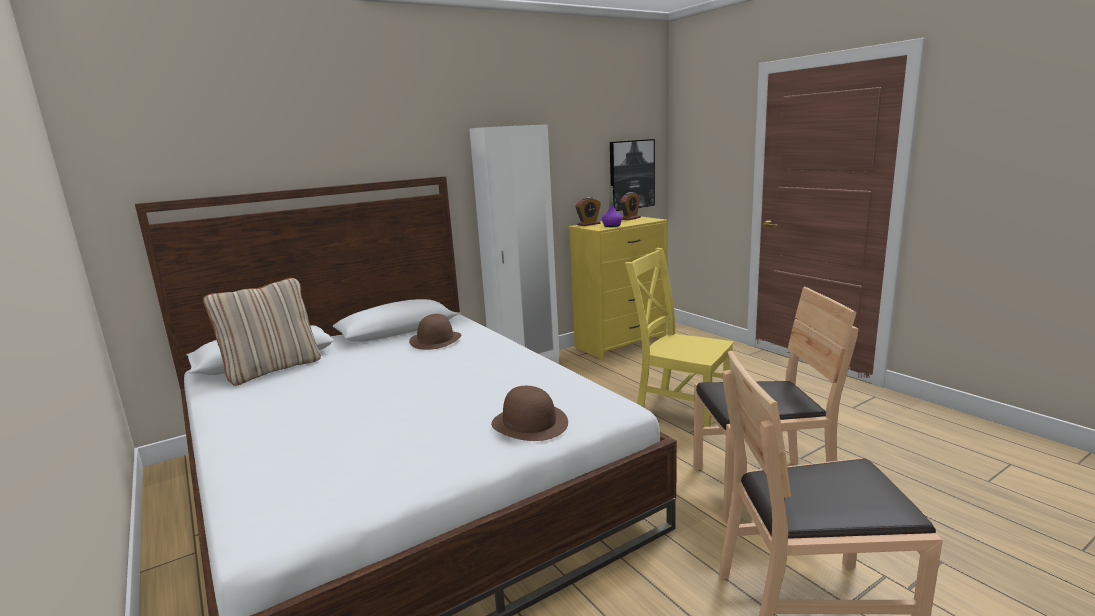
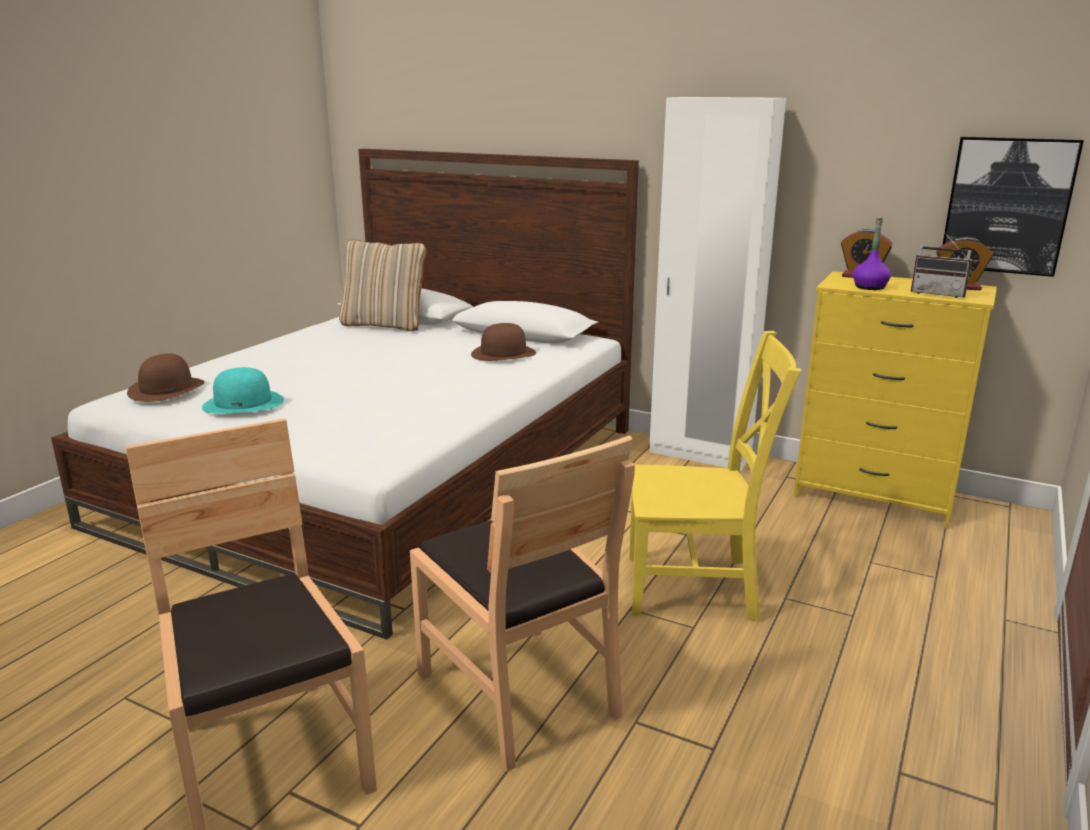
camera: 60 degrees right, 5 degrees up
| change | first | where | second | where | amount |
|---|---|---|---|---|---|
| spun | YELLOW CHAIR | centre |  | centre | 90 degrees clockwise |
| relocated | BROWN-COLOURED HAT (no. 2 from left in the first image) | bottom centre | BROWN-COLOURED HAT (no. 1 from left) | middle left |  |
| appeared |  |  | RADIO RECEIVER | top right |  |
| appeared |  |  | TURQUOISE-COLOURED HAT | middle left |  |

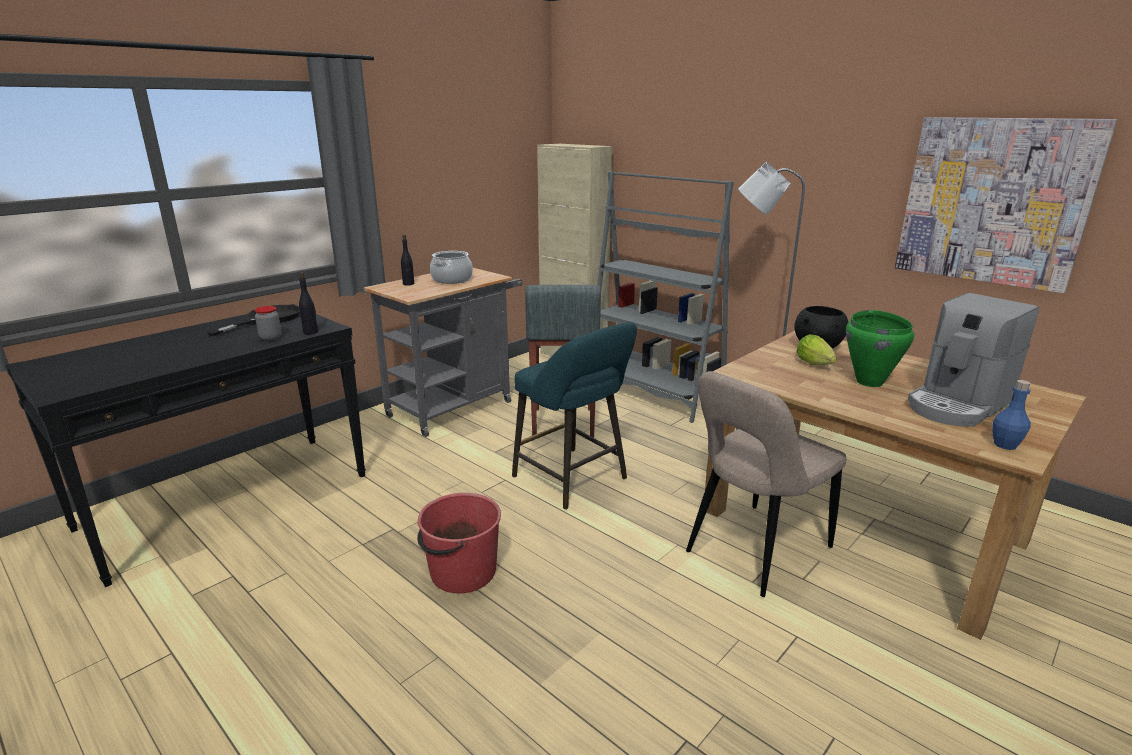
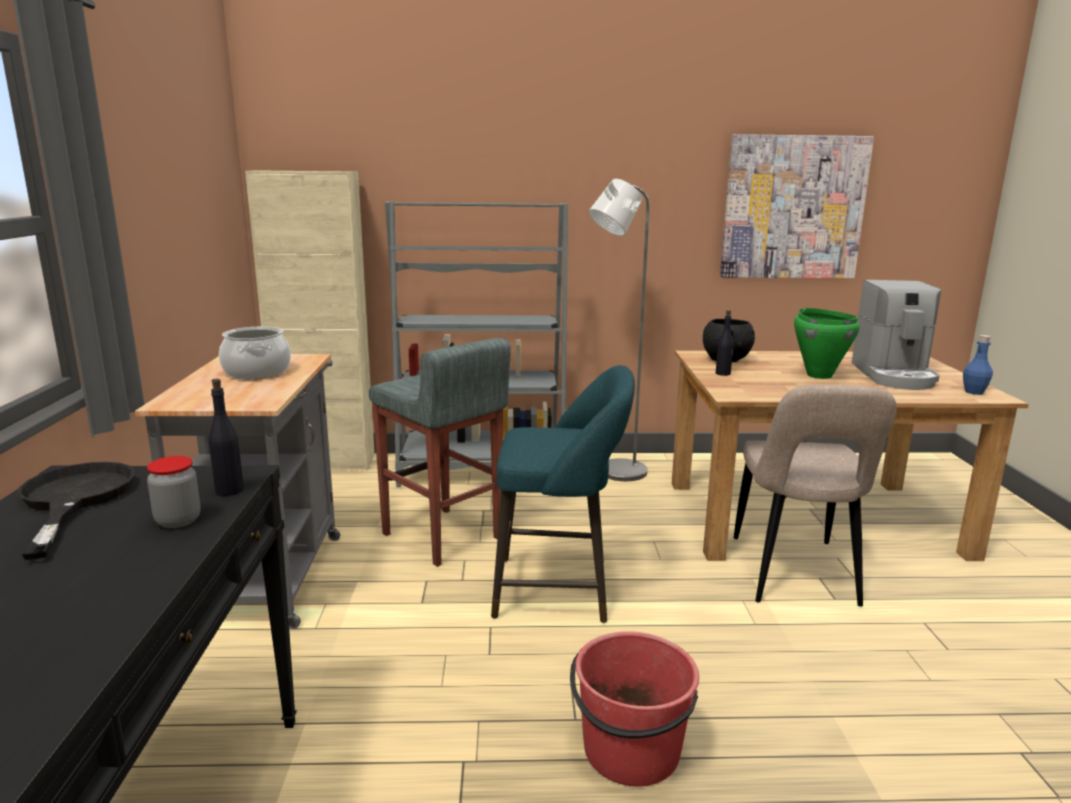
camera: 45 degrees left, 5 degrees down
| change | first | where | second | where | amount |
|---|---|---|---|---|---|
| relocated | BLACK-COLOURED BEVERAGE BOTTLE (no. 2 from left) | centre |  | middle right |  |
| missing | LETTUCE HEAD | middle right |  |  |  |

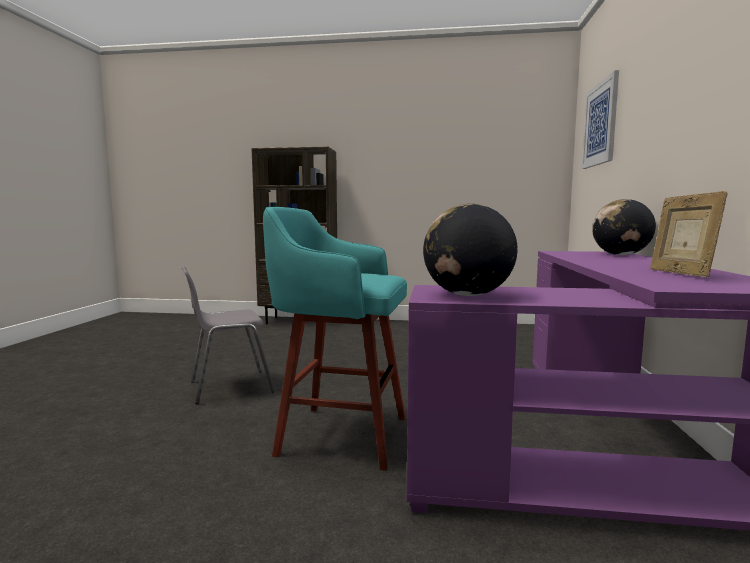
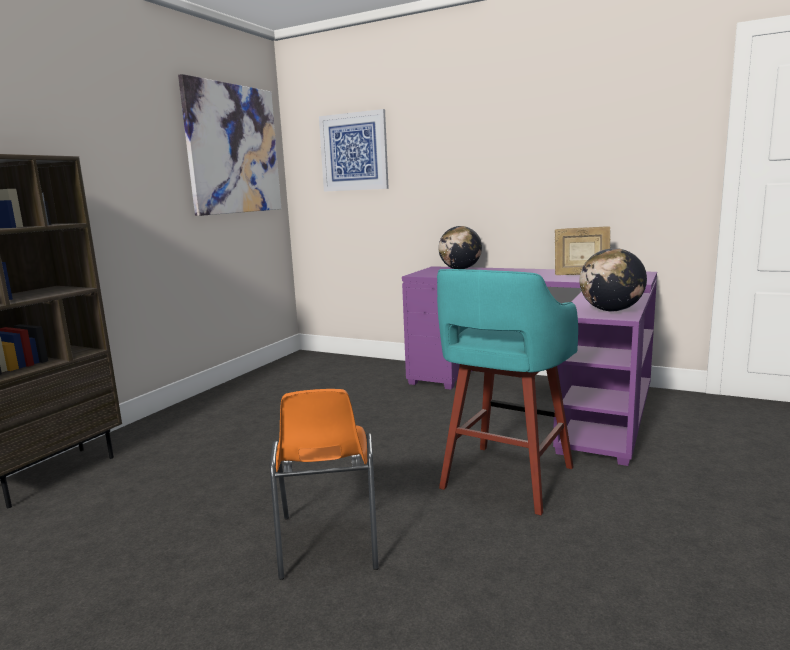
camera: 70 degrees left, 5 degrees up
| change | first | where | second | where | amount |
|---|---|---|---|---|---|
| colour | GRAY CHAIR | middle left | ORANGE CHAIR | bottom centre |  |
| appeared |  |  | PICTURE (no. 1 from left) | top left |  |

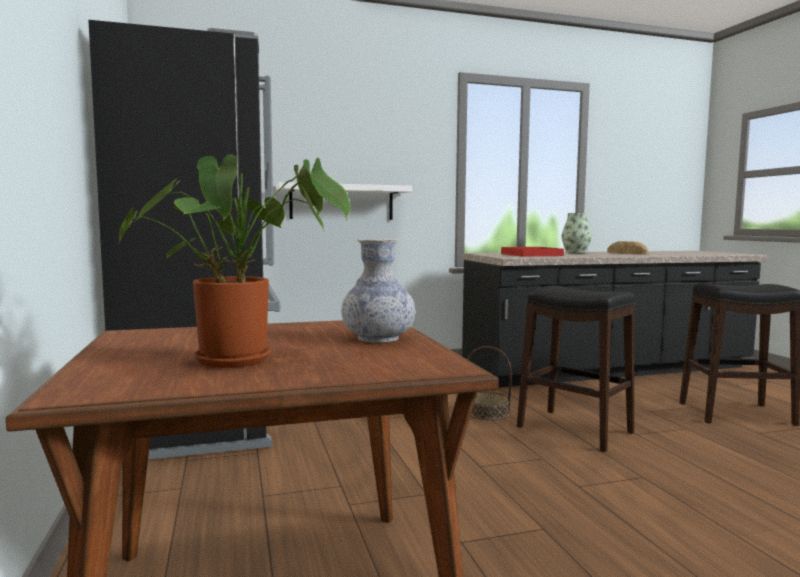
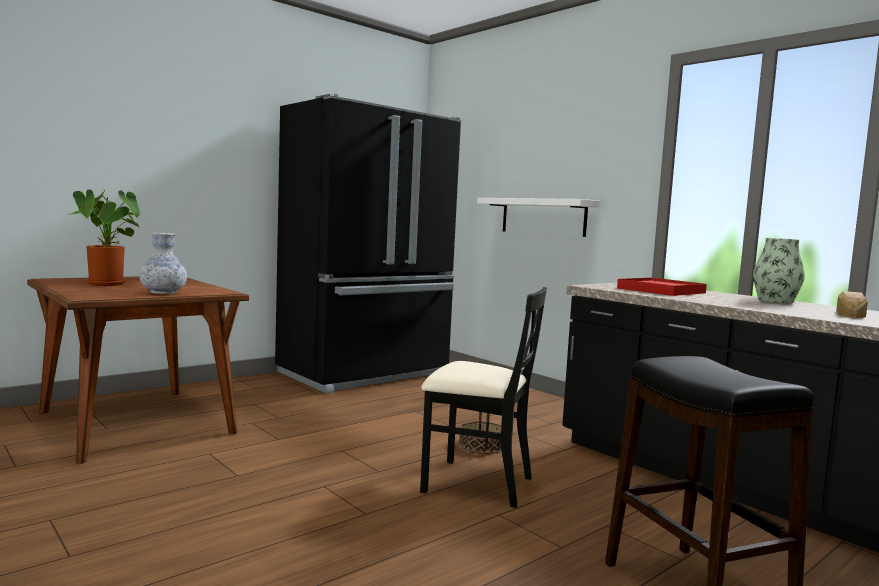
camera: 65 degrees right, 0 degrees up
| change | first | where | second | where | amount |
|---|---|---|---|---|---|
| exchanged | BLACK-COLOURED STOOL (no. 1 from left) | middle right | BLACK-COLOURED CHAIR | bottom centre |  |

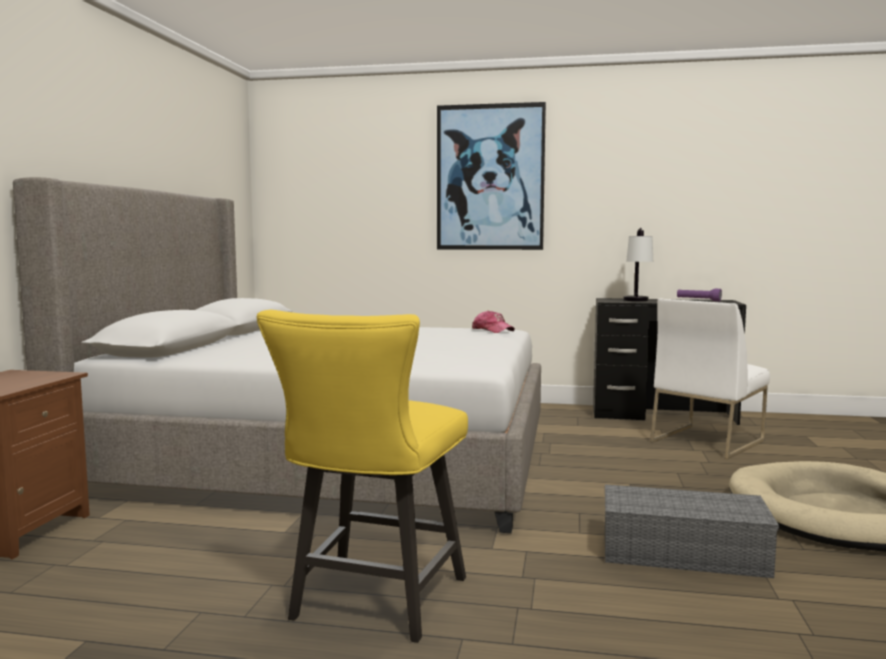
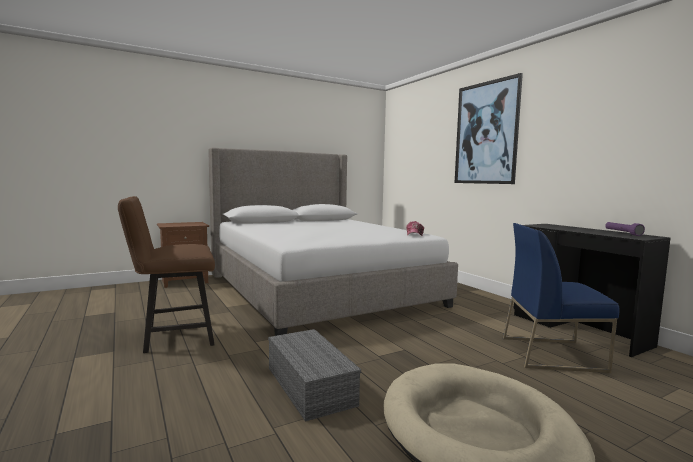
camera: 50 degrees right, 0 degrees up
| change | first | where | second | where | amount |
|---|---|---|---|---|---|
| missing | TABLE LAMP | middle right |  |  |  |
| colour | WHITE CHAIR | middle right | BLUISH CHAIR | middle right |  |
| colour | YELLOW CHAIR | bottom centre | BROWN-COLOURED CHAIR | middle left |  |

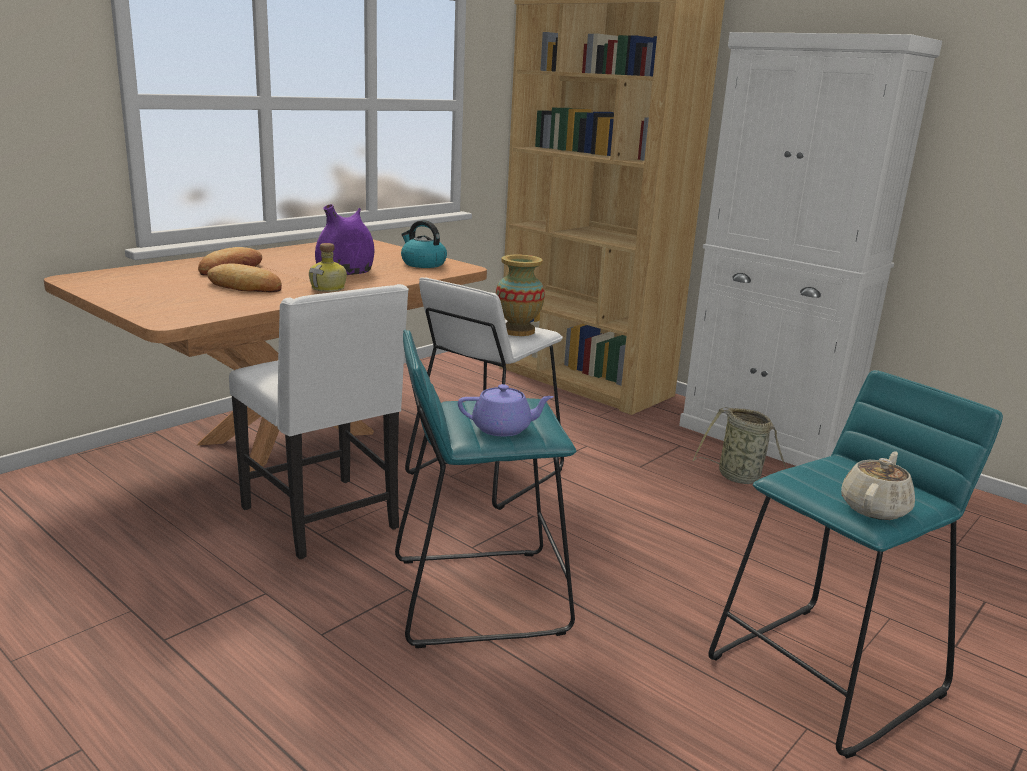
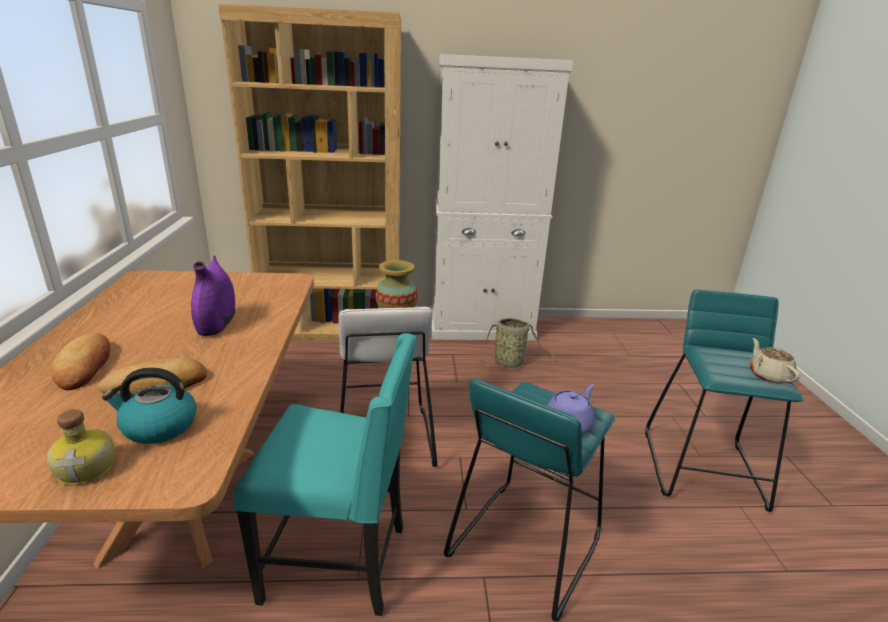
camera: 45 degrees left, 5 degrees up
| change | first | where | second | where | amount |
|---|---|---|---|---|---|
| relocated | KETTLE | top centre |  | middle left |  |
| relocated | BEVERAGE BOTTLE | middle left |  | bottom left |  |
| colour | WHITE CHAIR | middle left | TURQUOISE-COLOURED CHAIR | bottom centre |  |

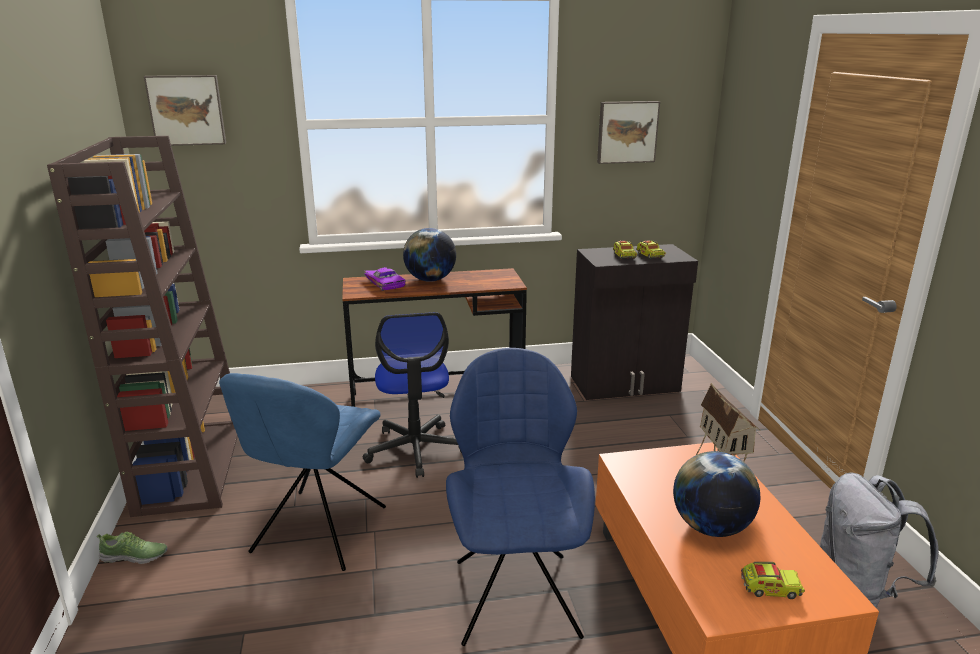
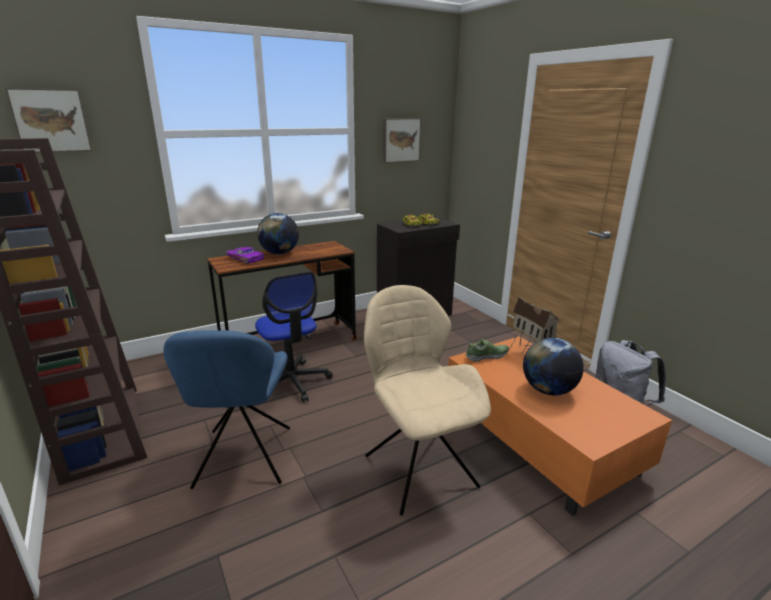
camera: 20 degrees left, 0 degrees up
| change | first | where | second | where | amount |
|---|---|---|---|---|---|
| colour | BLUISH CHAIR (no. 2 from left) | bottom centre | BEIGE-COLOURED CHAIR | bottom centre |  |
| relocated | ITEM OF FOOTWEAR | bottom left |  | centre |  |
| missing | TOY TRUCK (no. 3 from left) | bottom right |  |  |  |

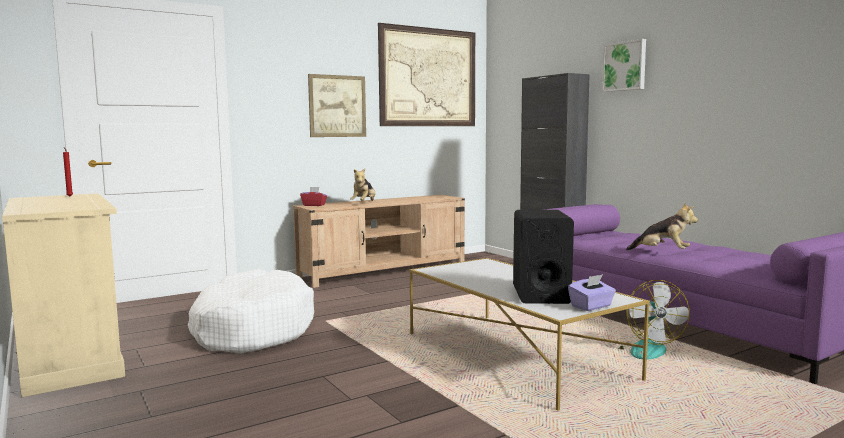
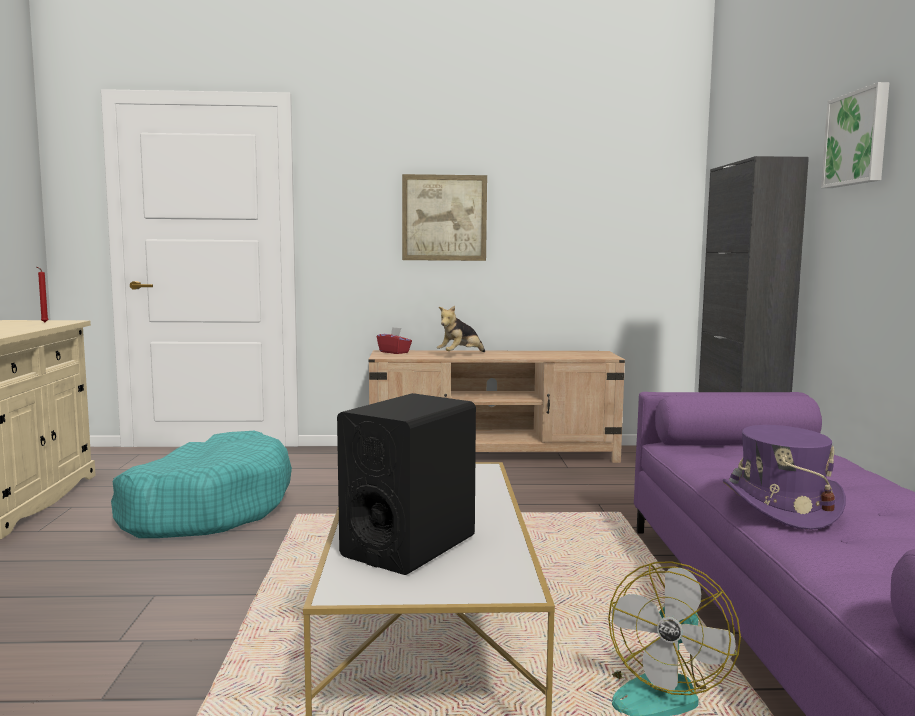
camera: 30 degrees right, 0 degrees up
| change | first | where | second | where | amount |
|---|---|---|---|---|---|
| missing | PICTURE (no. 2 from left) | top centre |  |  |  |
| exchanged | CUDDLY TOY (no. 2 from left) | middle right | PURPLE HAT | middle right |  |
| colour | WHITE PET BED | bottom left | TURQUOISE-COLOURED PET BED | bottom left |  |
| missing | PURPLE BOX OF TISSUES | bottom right |  |  |  |

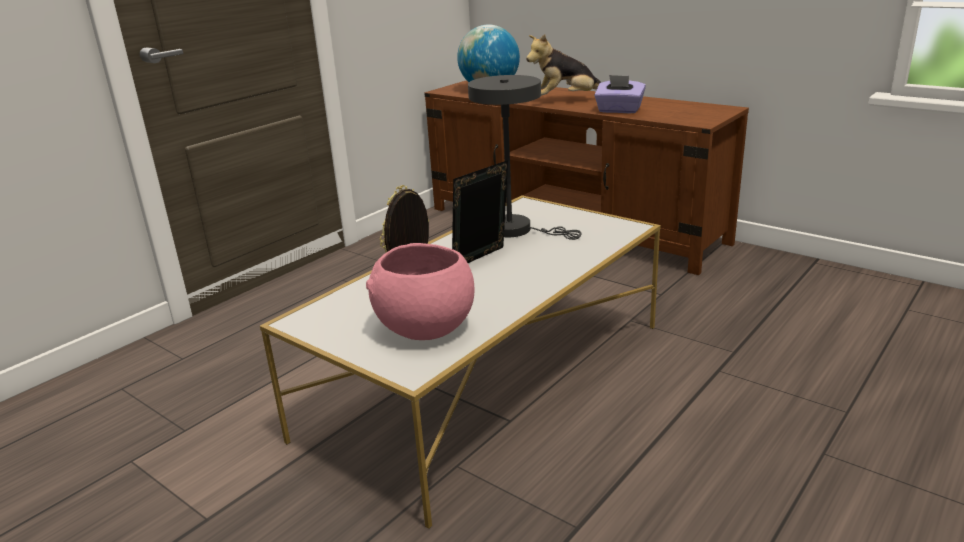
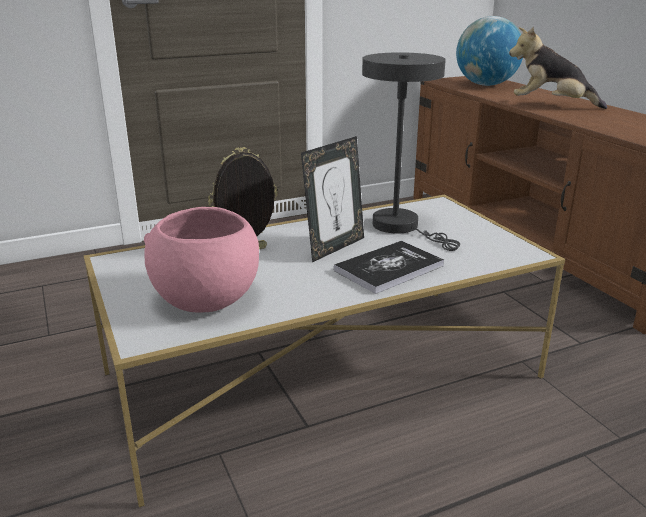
camera: 25 degrees right, 0 degrees up
| change | first | where | second | where | amount |
|---|---|---|---|---|---|
| missing | PURPLE BOX OF TISSUES | top centre |  |  |  |
| spun | STANDING FRAME (no. 2 from left) | centre |  | centre | 150 degrees clockwise |
| appeared |  |  | VOLUME | centre |  |

